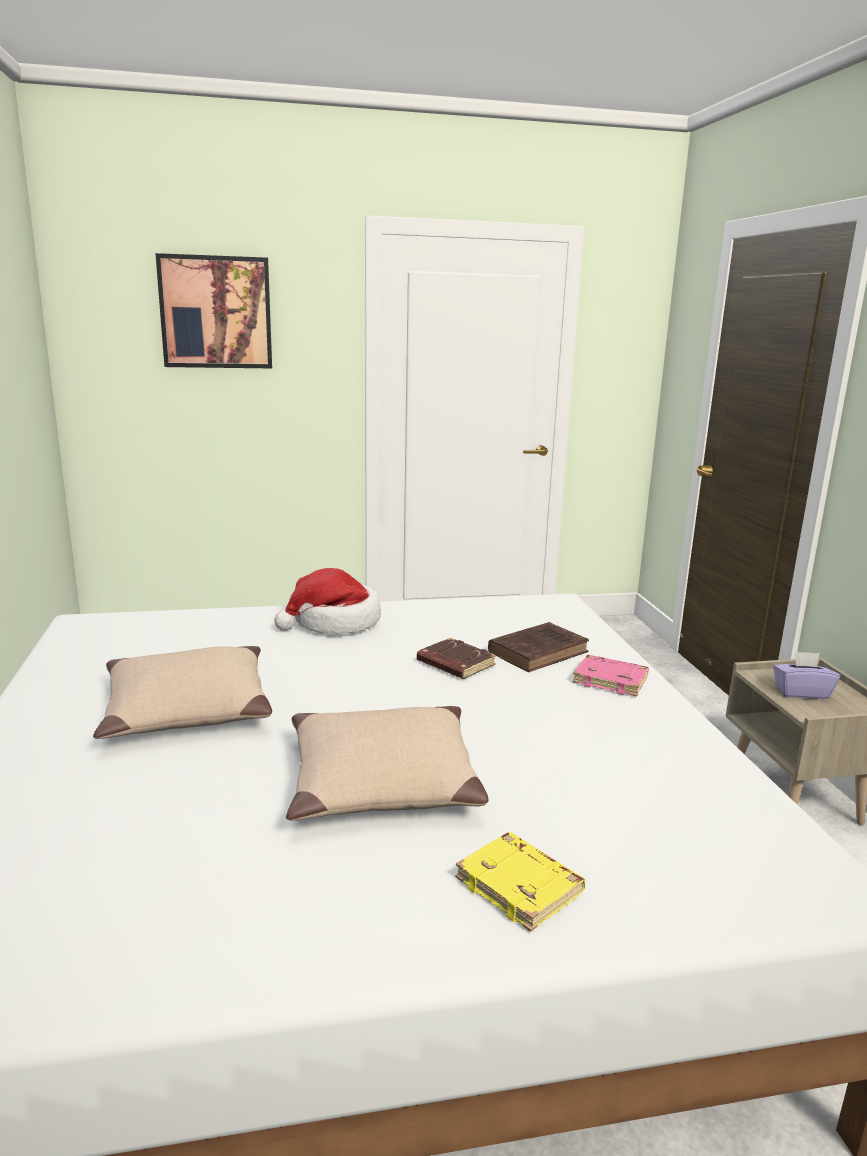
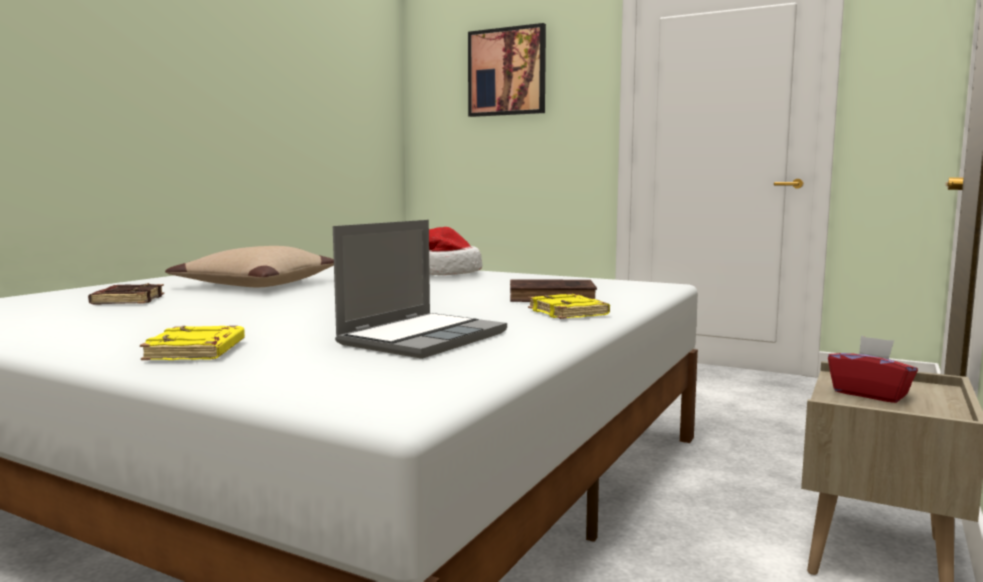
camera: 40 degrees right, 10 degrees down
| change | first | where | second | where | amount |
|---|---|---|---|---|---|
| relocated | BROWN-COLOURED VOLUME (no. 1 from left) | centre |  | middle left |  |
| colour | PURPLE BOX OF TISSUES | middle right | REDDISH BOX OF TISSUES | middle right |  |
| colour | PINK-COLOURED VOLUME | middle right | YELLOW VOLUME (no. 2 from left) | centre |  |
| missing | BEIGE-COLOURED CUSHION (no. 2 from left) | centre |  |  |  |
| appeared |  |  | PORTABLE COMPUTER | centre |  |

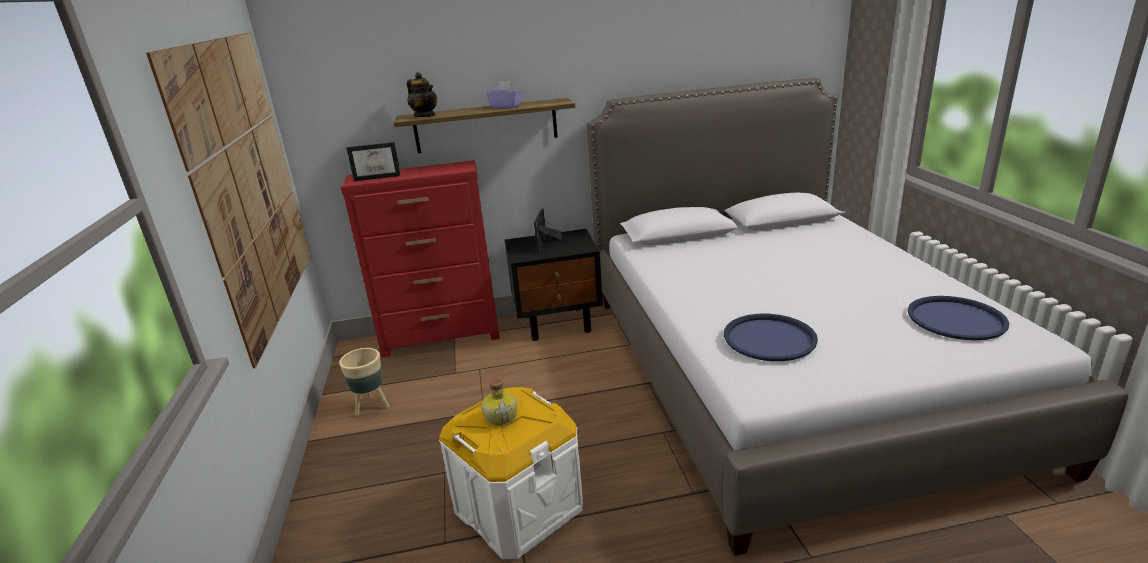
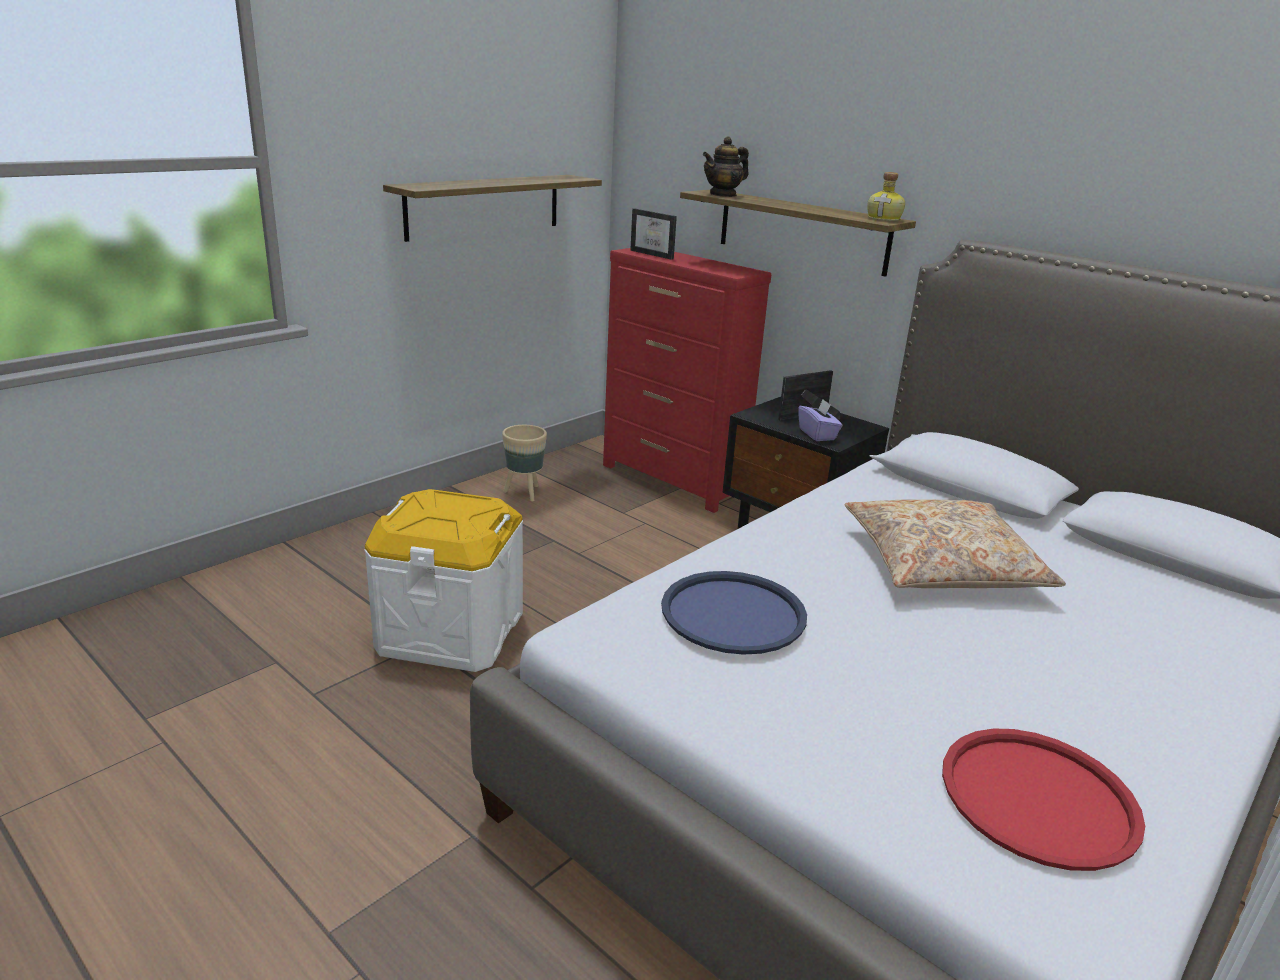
camera: 50 degrees right, 0 degrees up
| change | first | where | second | where | amount |
|---|---|---|---|---|---|
| exchanged | PICTURE | middle left | SHELF (no. 1 from left) | top centre |  |
| spun | TEAPOT | top centre |  | top centre | 45 degrees clockwise |
| relocated | PURPLE BOX OF TISSUES | top centre |  | centre |  |
| colour | BLUISH TRAY (no. 2 from left) | middle right | REDDISH TRAY | bottom right |  |
| relocated | BEVERAGE BOTTLE | bottom centre |  | top right |  |
| appeared |  |  | BEIGE-COLOURED CUSHION | middle right |  |

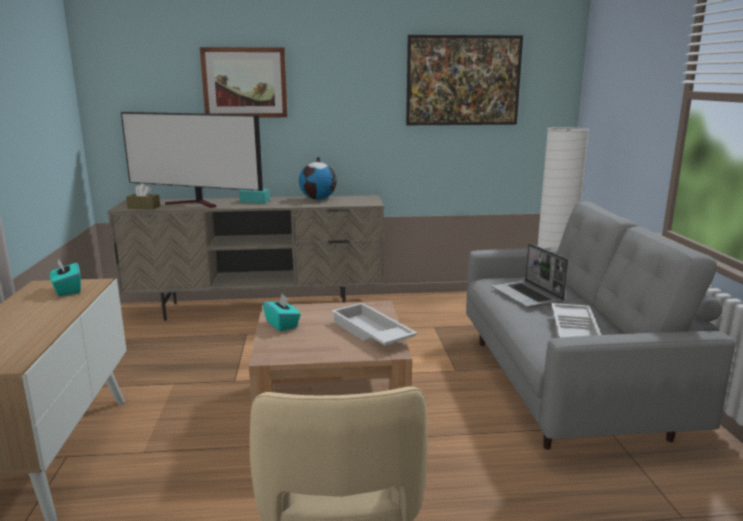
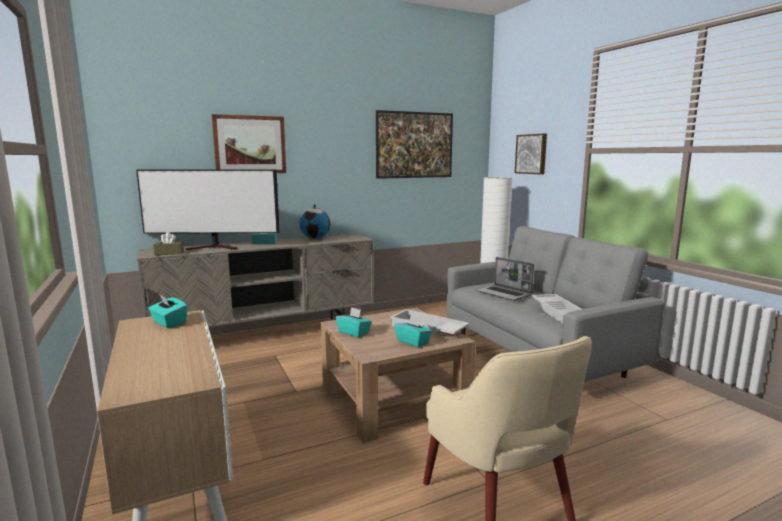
camera: 20 degrees left, 5 degrees down
| change | first | where | second | where | amount |
|---|---|---|---|---|---|
| appeared |  |  | PICTURE (no. 3 from left) | top right |  |
| appeared |  |  | TURQUOISE-COLOURED BOX OF TISSUES (no. 4 from left) | centre |  |

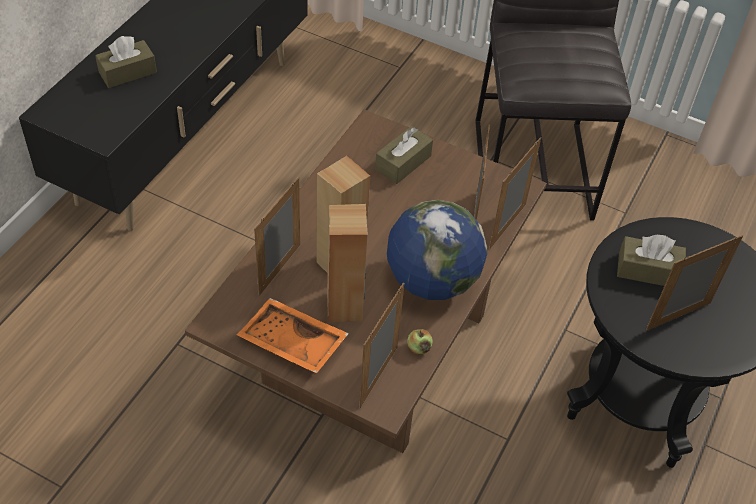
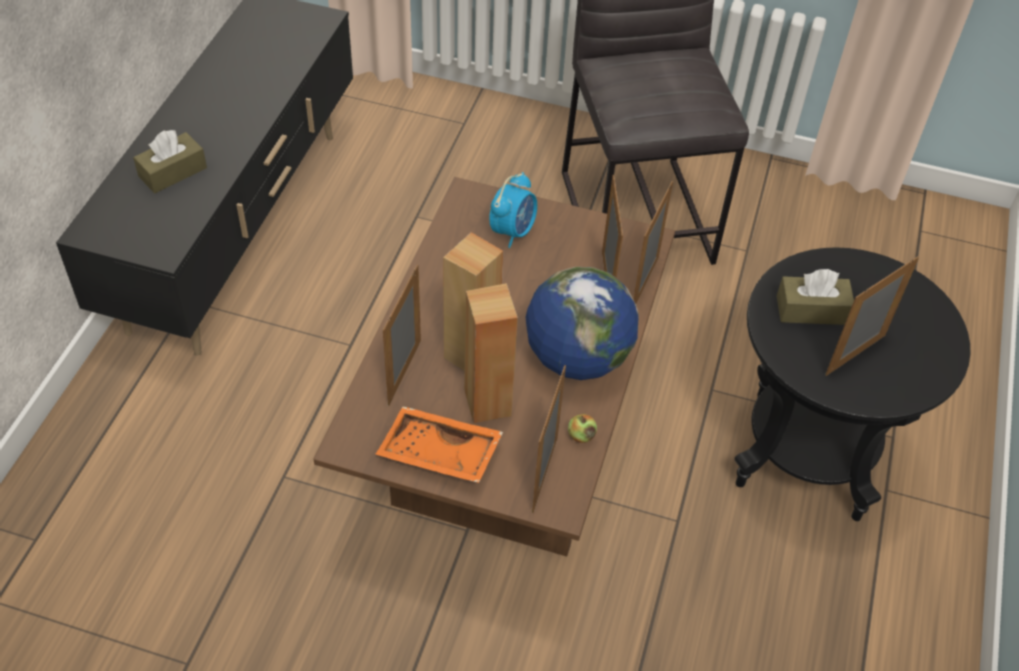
camera: 10 degrees left, 0 degrees up
| change | first | where | second | where | amount |
|---|---|---|---|---|---|
| exchanged | BROWN-COLOURED BOX OF TISSUES (no. 2 from left) | top centre | ALARM CLOCK | top centre |  |

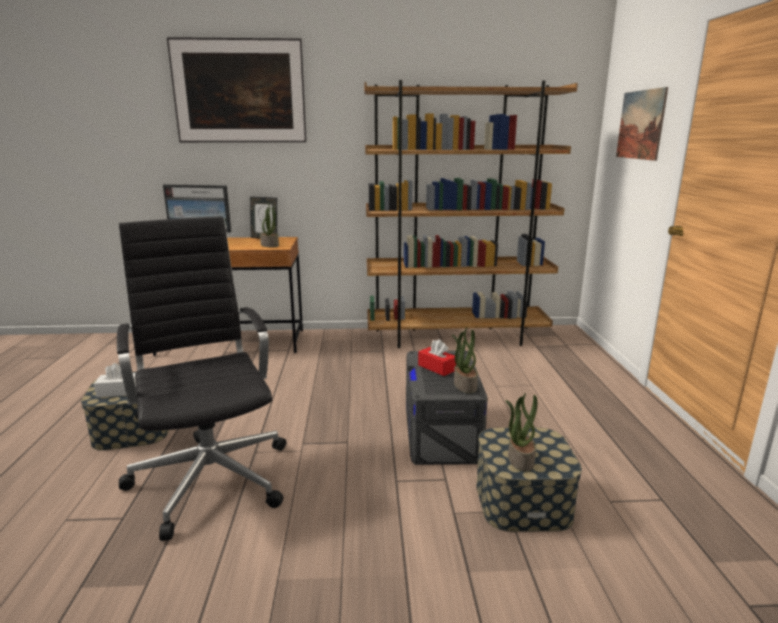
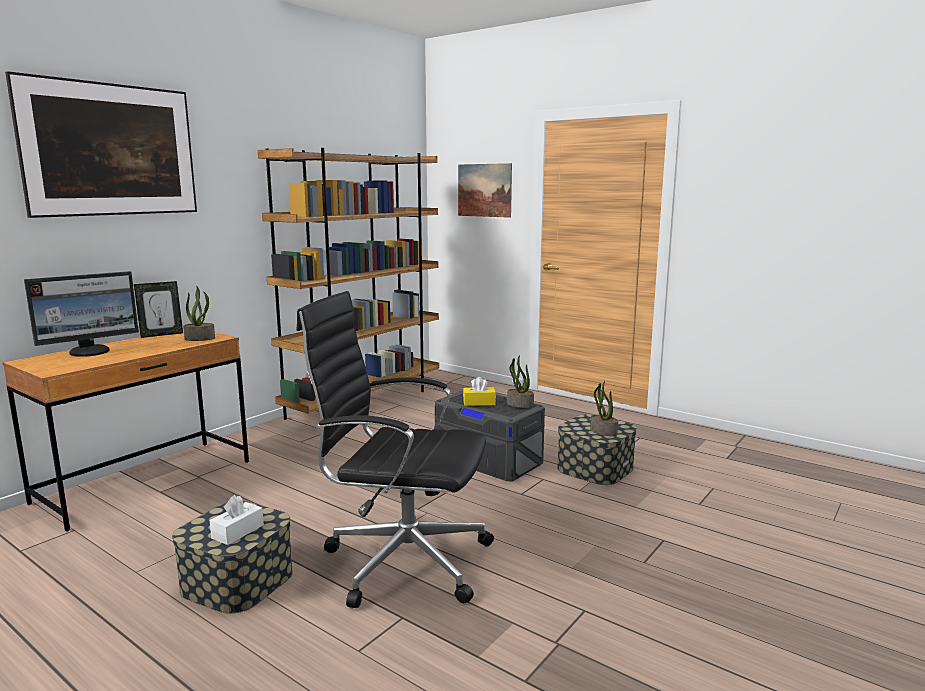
camera: 50 degrees left, 5 degrees down
| change | first | where | second | where | amount |
|---|---|---|---|---|---|
| colour | REDDISH BOX OF TISSUES | centre | YELLOW BOX OF TISSUES | centre |  |

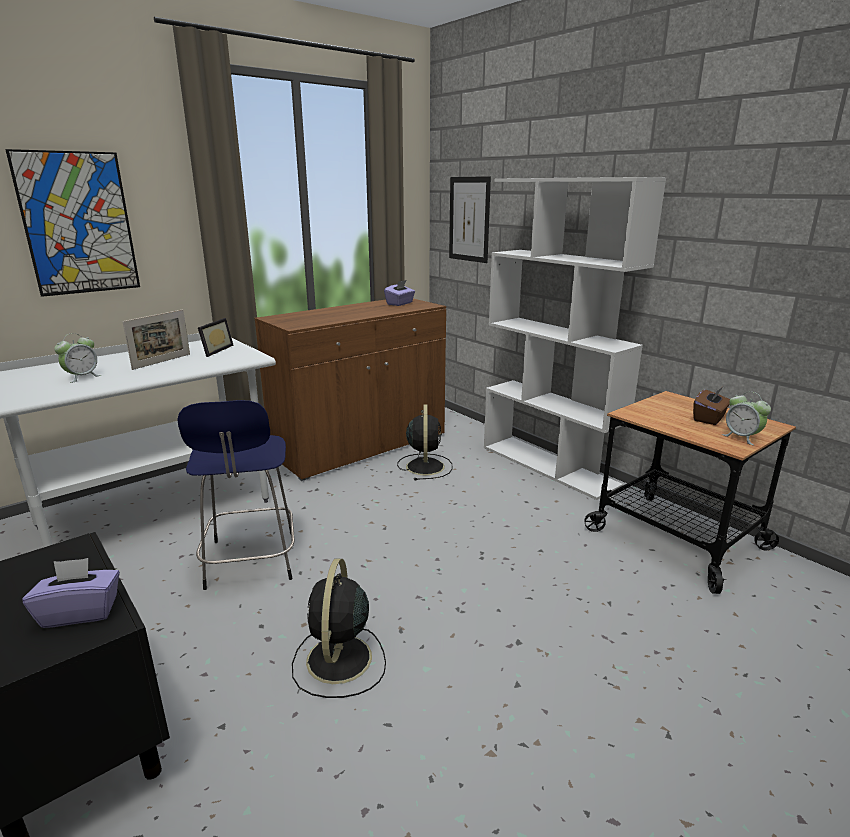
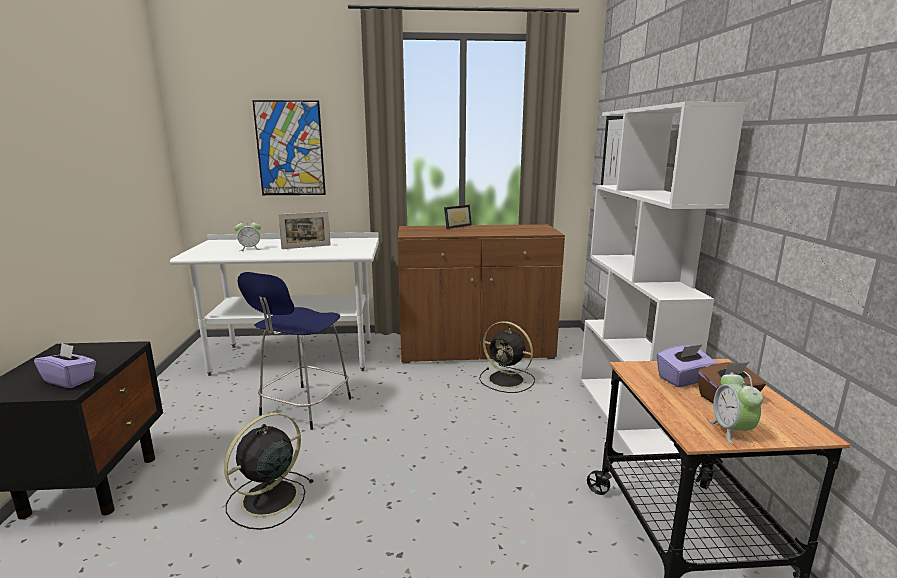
camera: 35 degrees right, 5 degrees down
| change | first | where | second | where | amount |
|---|---|---|---|---|---|
| relocated | PURPLE BOX OF TISSUES (no. 2 from left) | centre |  | middle right |  |
| relocated | STANDING FRAME (no. 2 from left) | middle left |  | centre |  |
| spun | BLACK-COLOURED ELECTRIC FAN (no. 2 from left) | centre |  | centre | 90 degrees clockwise |

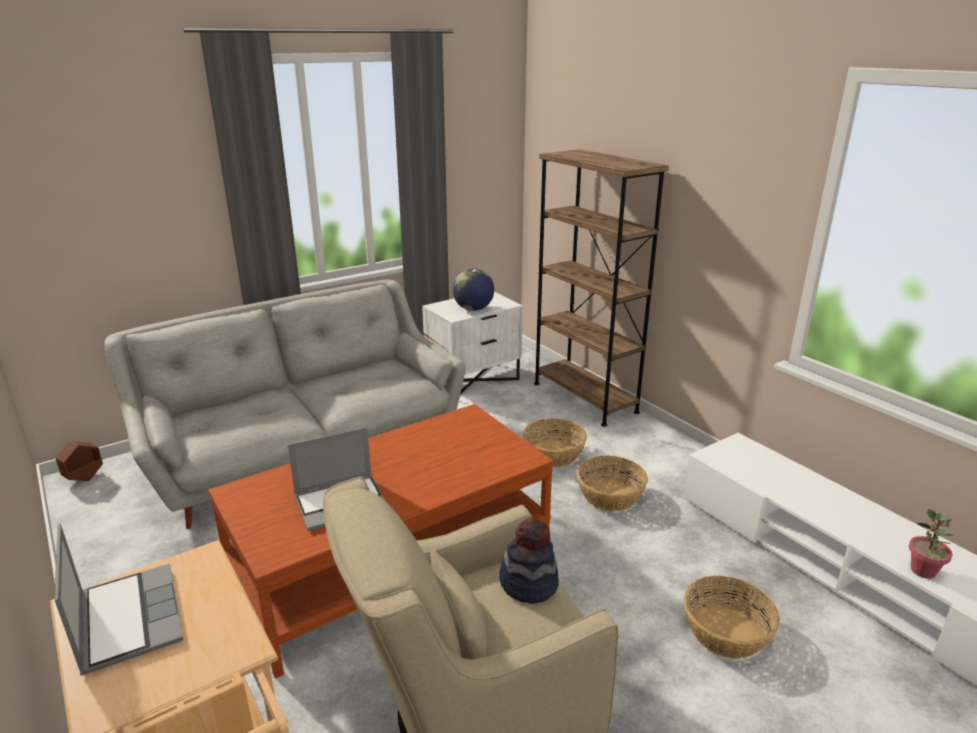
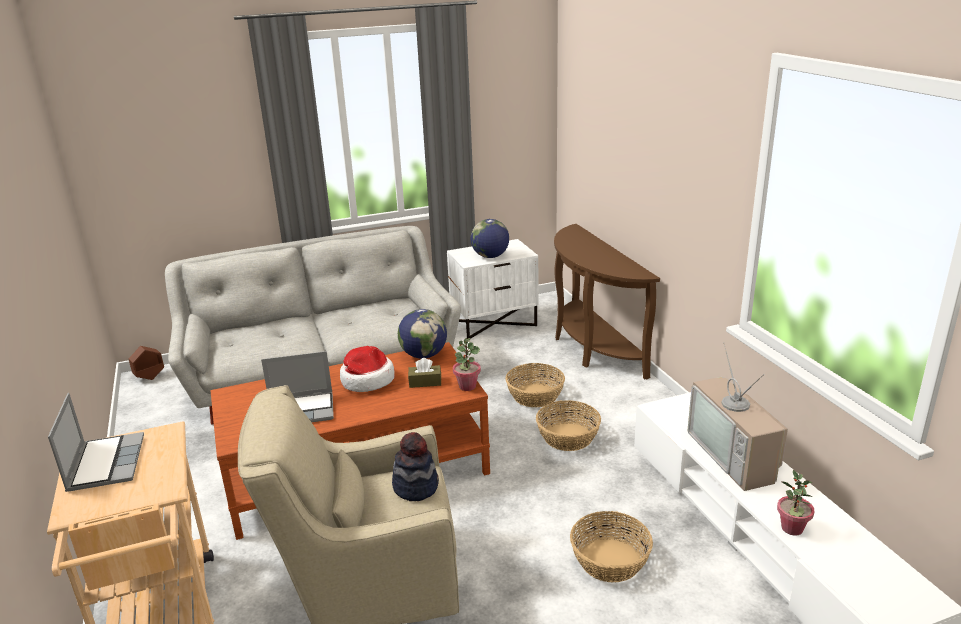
camera: 15 degrees right, 0 degrees up
| change | first | where | second | where | amount |
|---|---|---|---|---|---|
| exchanged | BROWN-COLOURED BOOKCASE | centre | BROWN-COLOURED CONSOLE TABLE | centre |  |
| appeared |  |  | WORLD GLOBE (no. 1 from left) | centre |  |
| appeared |  |  | PLANT IN A POT (no. 1 from left) | centre |  |
| appeared |  |  | TELEVISION | bottom right |  |
| appeared |  |  | HAT (no. 1 from left) | centre |  |
| appeared |  |  | BROWN-COLOURED BOX OF TISSUES | centre |  |

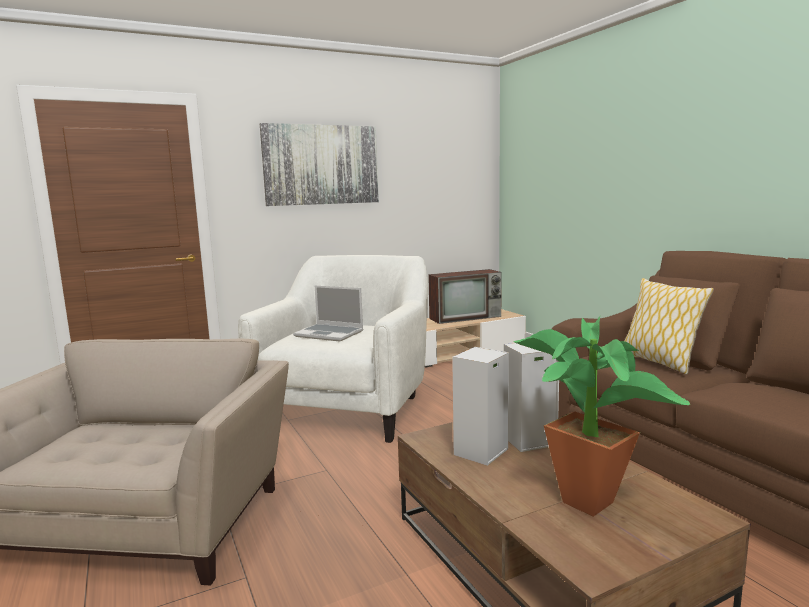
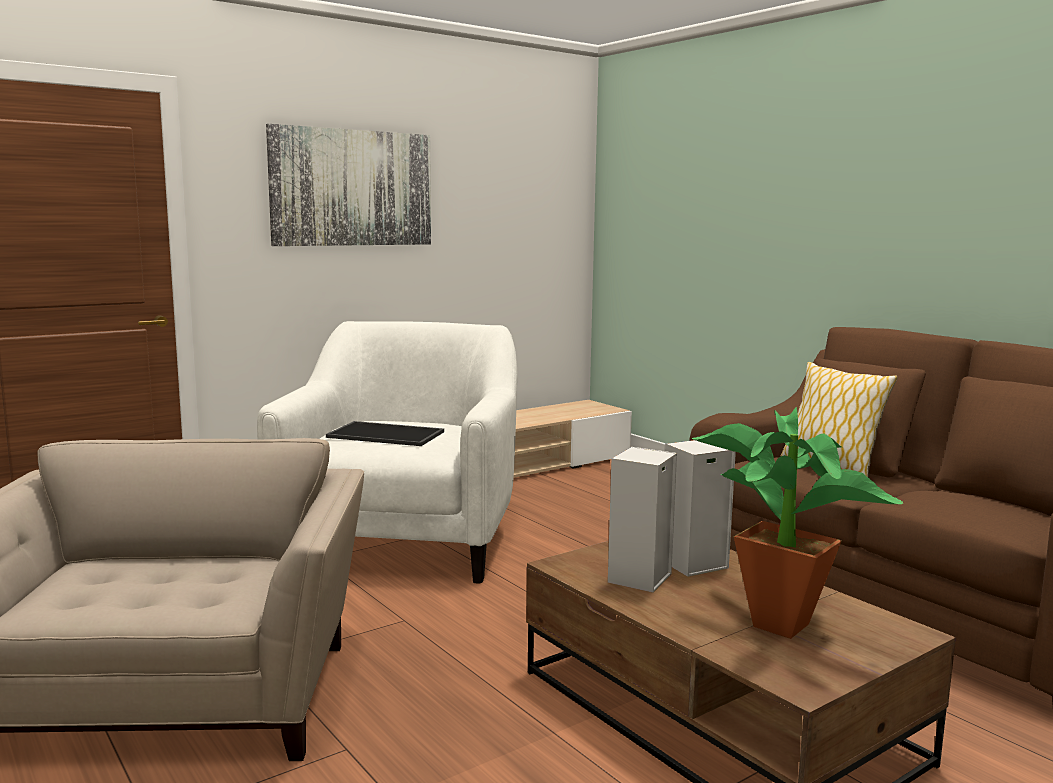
camera: 10 degrees left, 0 degrees up
| change | first | where | second | where | amount |
|---|---|---|---|---|---|
| missing | TELEVISION | centre |  |  |  |
| exchanged | PORTABLE COMPUTER | centre | TRAY | centre |  |

